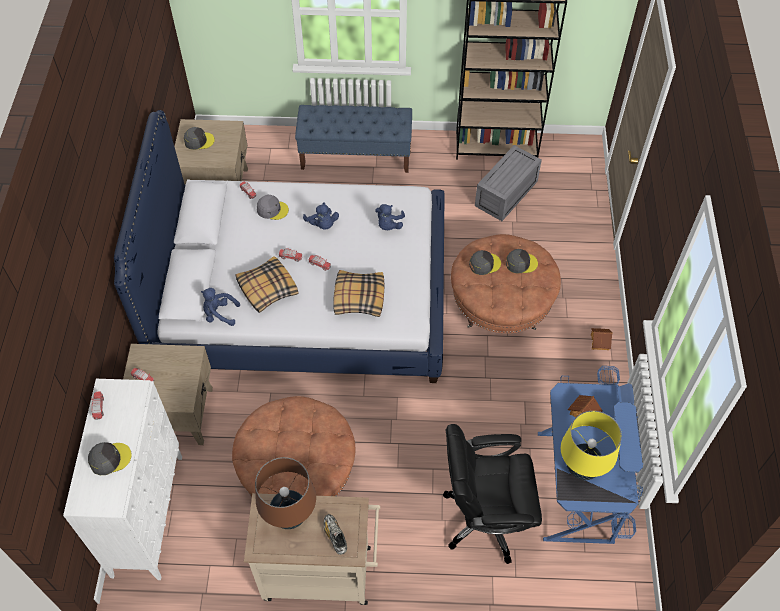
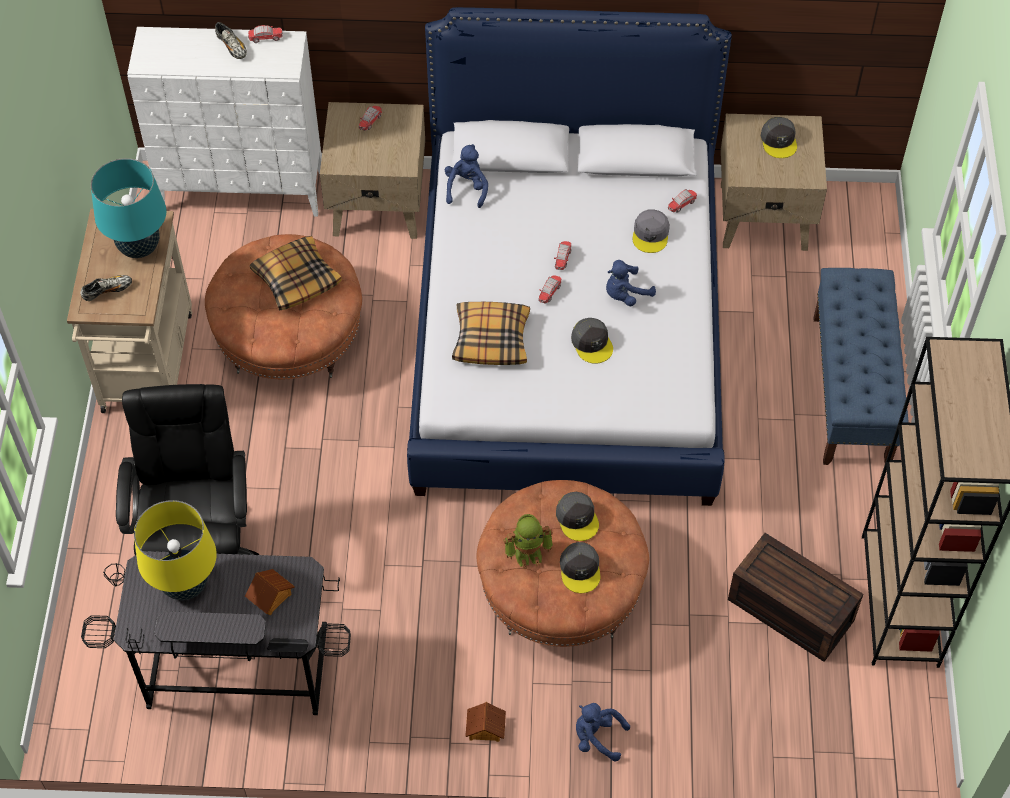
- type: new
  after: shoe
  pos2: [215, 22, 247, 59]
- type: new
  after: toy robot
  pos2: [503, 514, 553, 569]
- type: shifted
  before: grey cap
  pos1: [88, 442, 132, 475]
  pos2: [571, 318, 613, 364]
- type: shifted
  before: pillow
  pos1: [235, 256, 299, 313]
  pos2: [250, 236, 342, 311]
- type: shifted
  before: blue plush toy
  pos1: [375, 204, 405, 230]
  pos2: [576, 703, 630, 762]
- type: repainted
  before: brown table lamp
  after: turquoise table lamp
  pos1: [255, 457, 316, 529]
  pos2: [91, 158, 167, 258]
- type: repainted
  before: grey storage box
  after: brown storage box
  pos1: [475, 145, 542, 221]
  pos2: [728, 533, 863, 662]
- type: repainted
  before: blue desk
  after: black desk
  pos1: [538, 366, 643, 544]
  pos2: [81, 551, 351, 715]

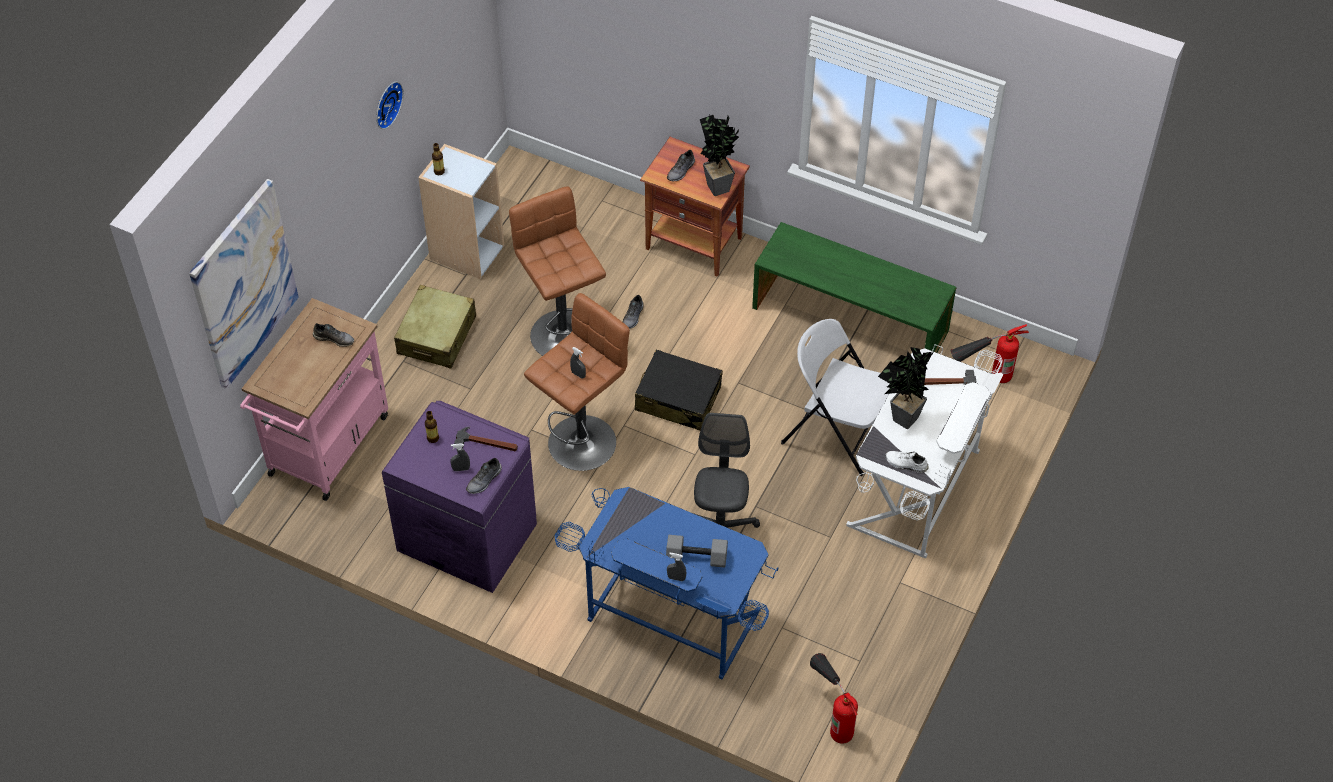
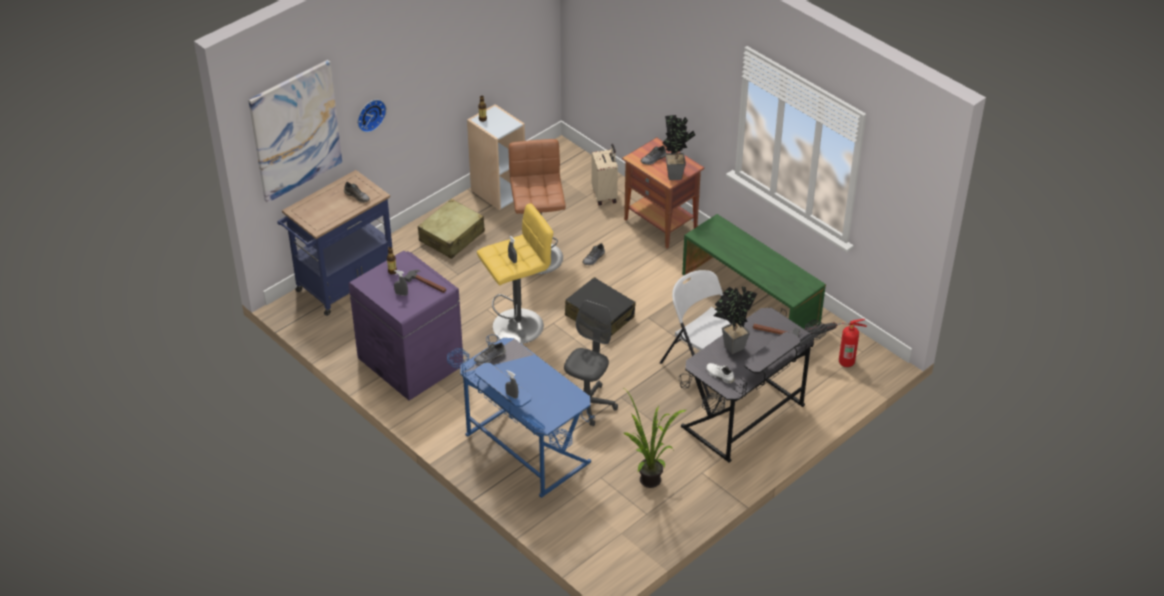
- type: gone
  before: grey dumbbell
  pos1: [666, 535, 728, 568]
- type: gone
  before: fire extinguisher
  pos1: [810, 653, 858, 744]
- type: new
  after: beige suitcase
  pos2: [591, 144, 618, 206]
- type: new
  after: potted plant
  pos2: [624, 389, 686, 488]
- type: shifted
  before: wall clock
  pos1: [376, 82, 404, 129]
  pos2: [358, 100, 387, 132]
- type: shifted
  before: grey shoe
  pos1: [466, 458, 502, 494]
  pos2: [474, 343, 506, 364]
- type: repainted
  before: pink cart
  after: blue cart
  pos1: [240, 298, 388, 501]
  pos2: [277, 170, 393, 316]
- type: repainted
  before: brown stool
  after: yellow stool
  pos1: [524, 293, 630, 471]
  pos2: [477, 203, 553, 344]
- type: repainted
  before: white desk
  after: black desk
  pos1: [846, 344, 1003, 558]
  pos2: [679, 308, 827, 463]

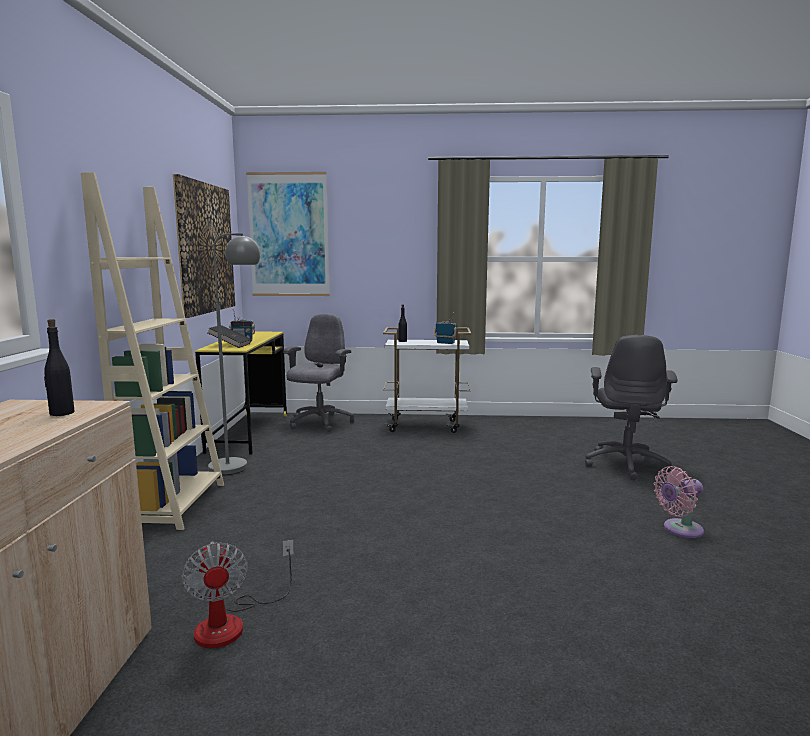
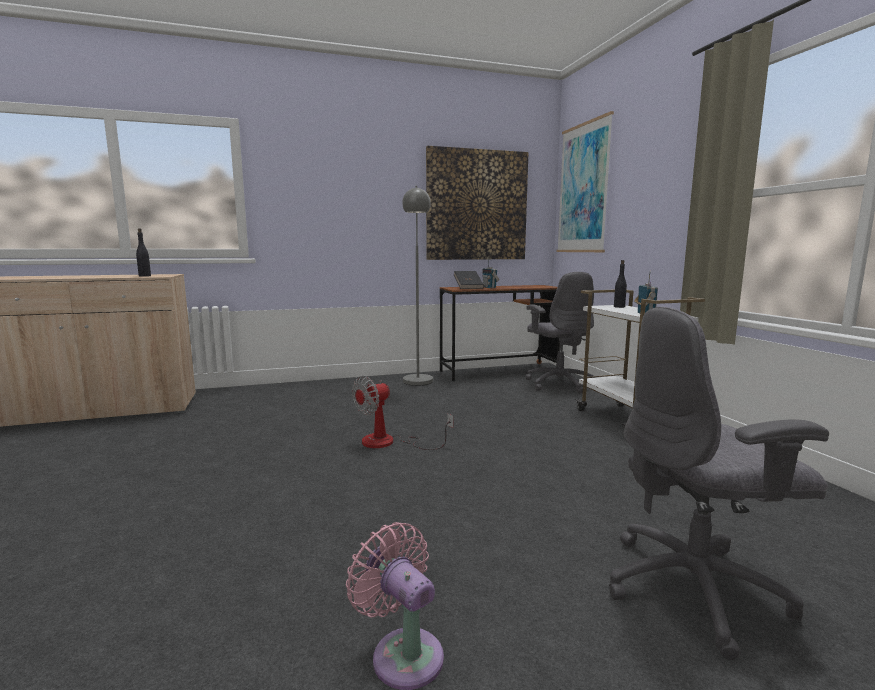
- type: gone
  before: beige bookcase
  pos1: [81, 172, 224, 530]
- type: shifted
  before: fan
  pos1: [182, 540, 294, 648]
  pos2: [352, 376, 454, 450]
- type: repainted
  before: yellow desk
  after: brown desk
  pos1: [195, 332, 287, 454]
  pos2: [440, 285, 560, 381]
- type: rotated
  before: grey office chair
  pos1: [283, 314, 354, 432]
  pos2: [526, 272, 594, 394]
  turn: 75

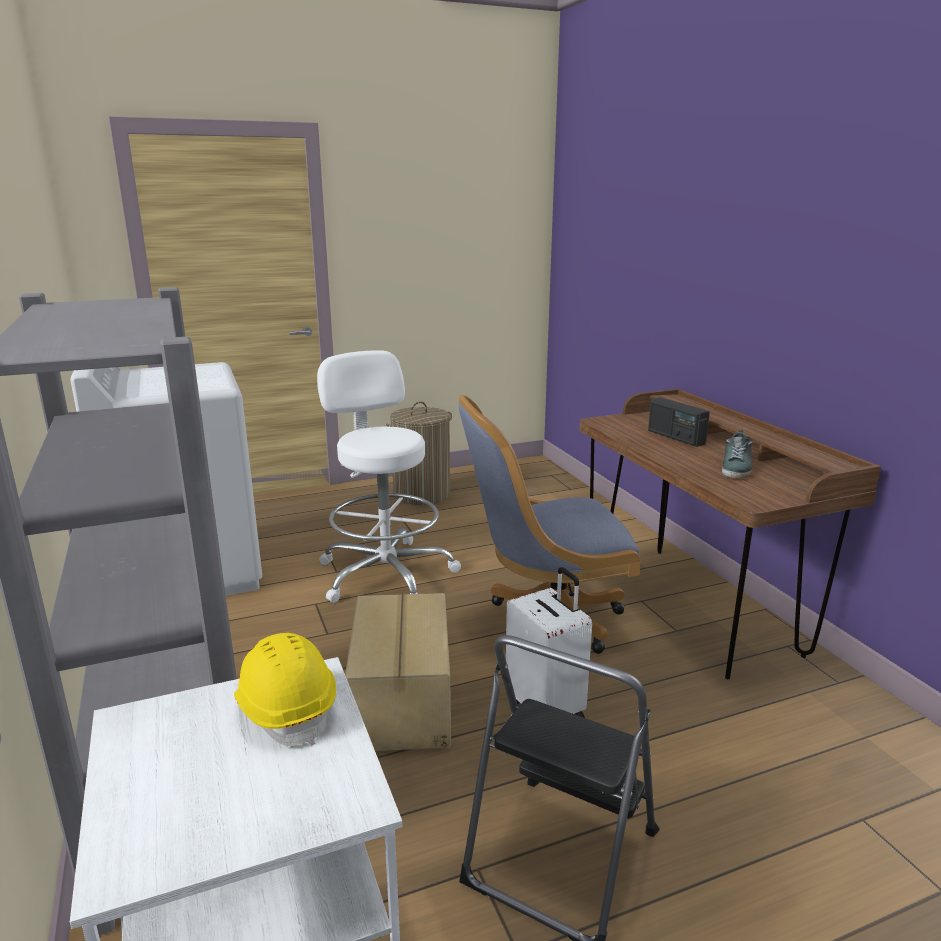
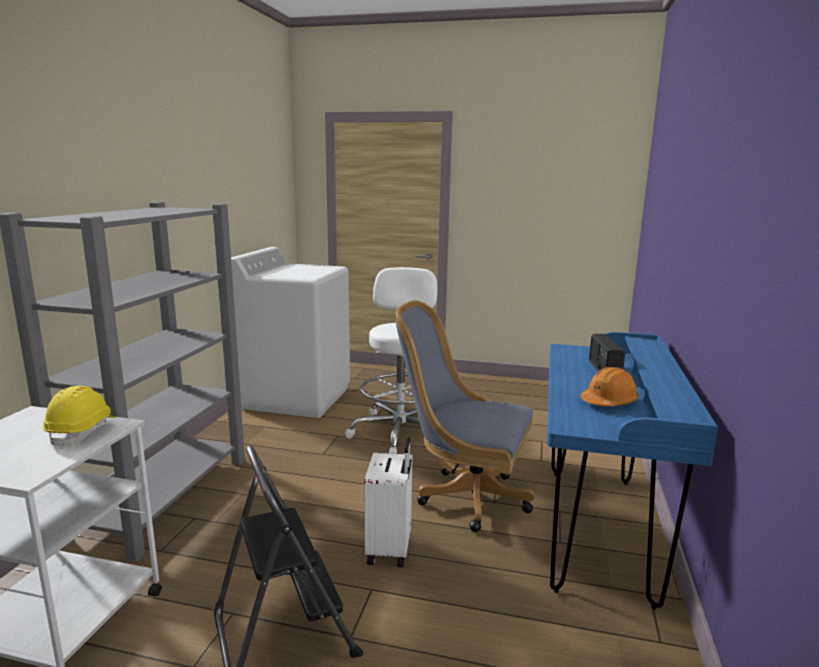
- type: gone
  before: cardboard box
  pos1: [345, 593, 451, 751]
- type: gone
  before: laundry basket
  pos1: [386, 401, 452, 505]
- type: swapped
  before: shoe
  after: orange hard hat
  pos1: [722, 430, 752, 478]
  pos2: [580, 367, 639, 406]
- type: repainted
  before: brown desk
  after: blue desk
  pos1: [579, 389, 881, 679]
  pos2: [547, 332, 718, 610]

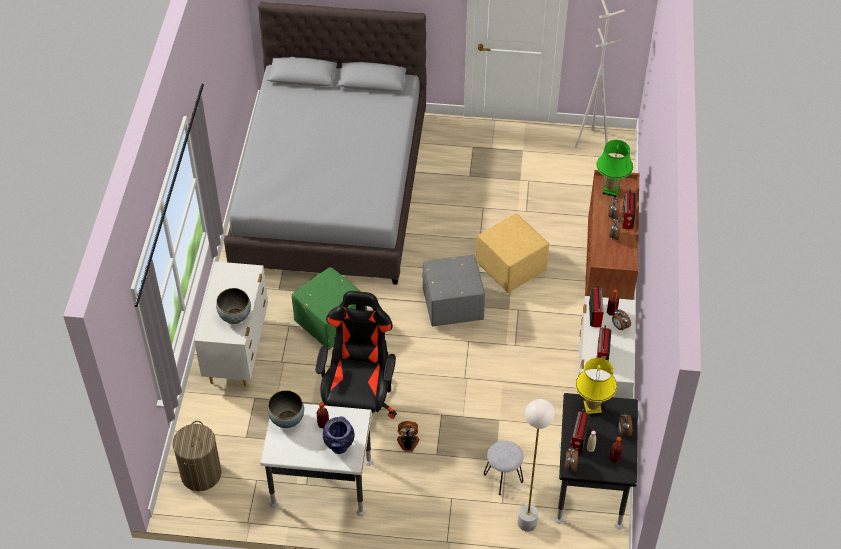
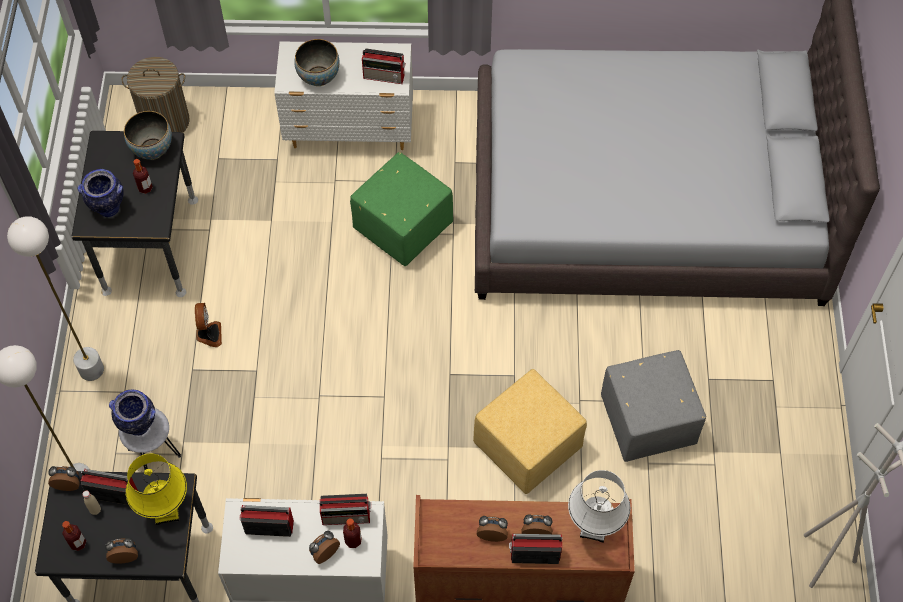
- type: gone
  before: black office chair
  pos1: [316, 291, 397, 419]
- type: new
  after: white floor lamp
  pos2: [7, 217, 104, 381]
- type: new
  after: vase
  pos2: [109, 390, 155, 436]
- type: new
  after: radio
  pos2: [362, 49, 406, 84]
- type: shifted
  before: grey ottoman
  pos1: [423, 255, 485, 326]
  pos2: [601, 350, 706, 462]
- type: repainted
  before: white desk
  after: black desk
  pos1: [260, 404, 373, 517]
  pos2: [72, 131, 198, 297]
- type: repainted
  before: green table lamp
  after: white table lamp
  pos1: [596, 140, 633, 197]
  pos2: [568, 470, 630, 543]

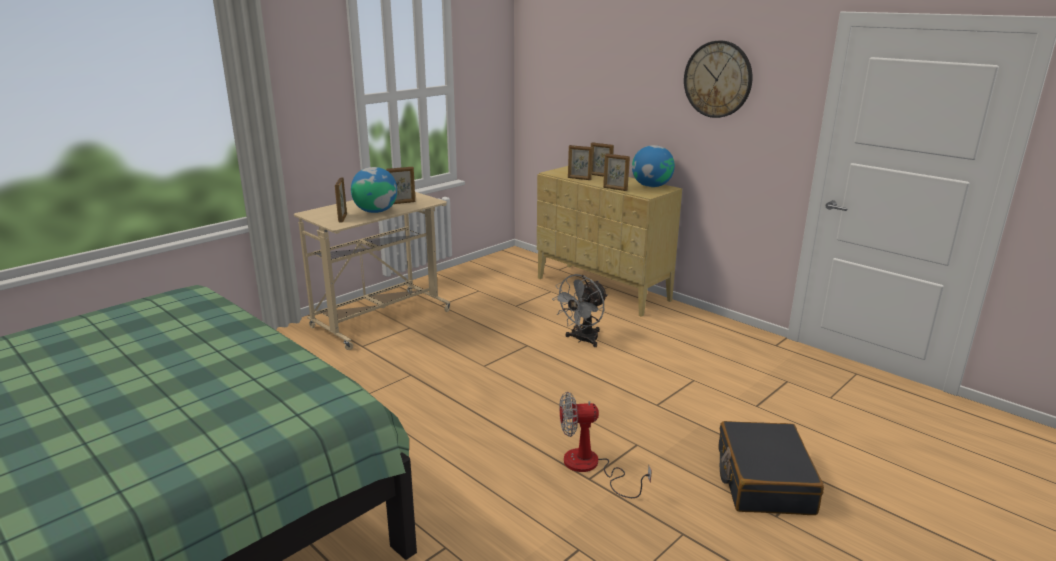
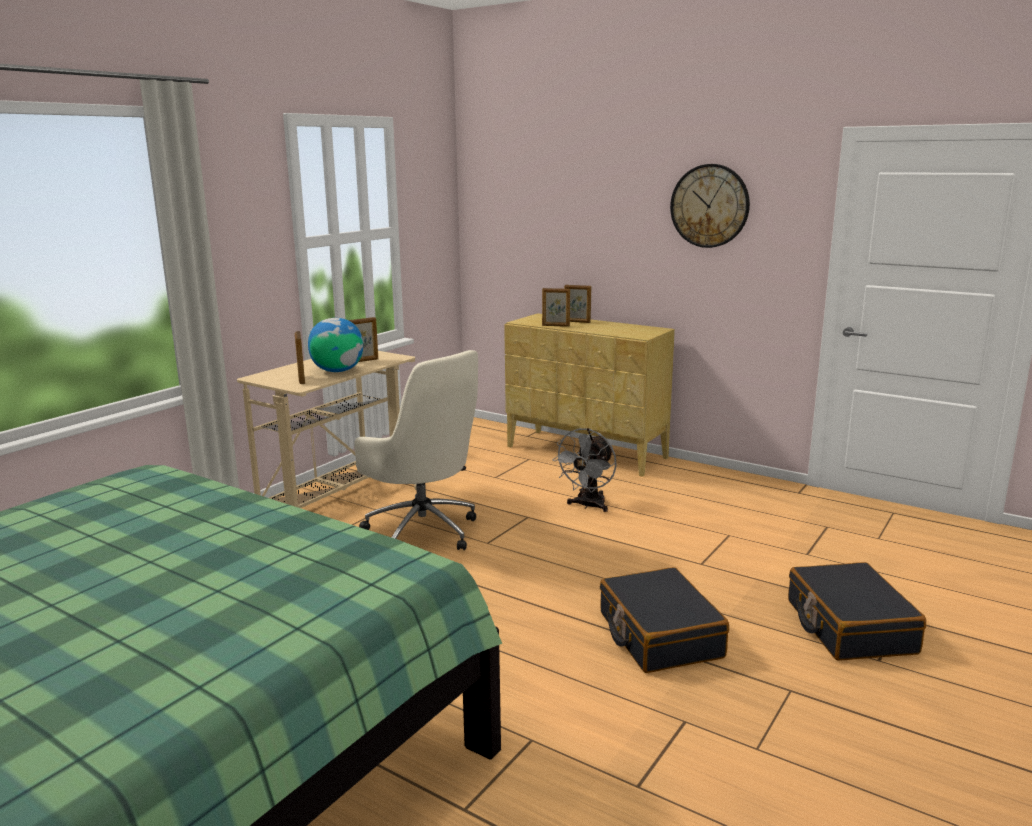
- type: gone
  before: picture frame
  pos1: [603, 153, 630, 191]
- type: gone
  before: globe
  pos1: [632, 145, 675, 187]
- type: new
  after: beige office chair
  pos2: [354, 350, 478, 550]
- type: swapped
  before: fan
  after: black suitcase
  pos1: [560, 392, 652, 498]
  pos2: [600, 567, 729, 673]

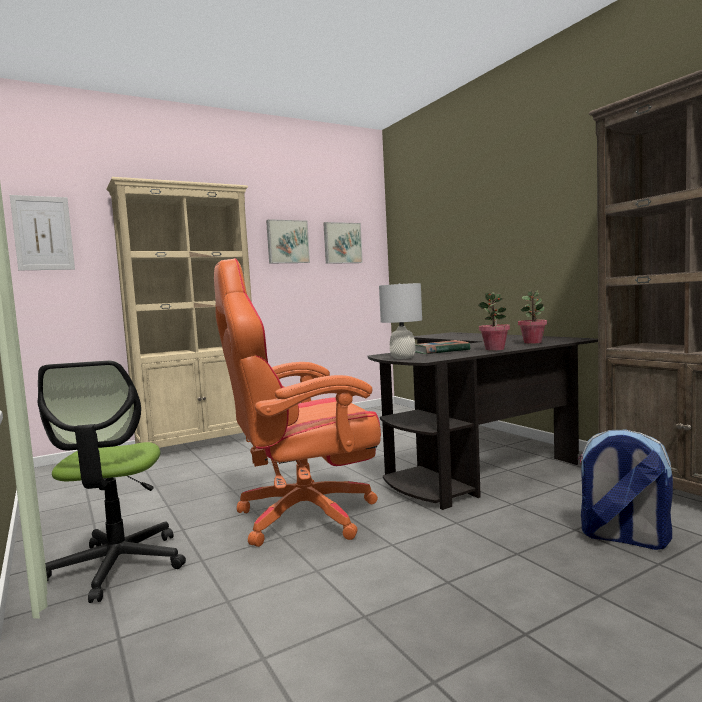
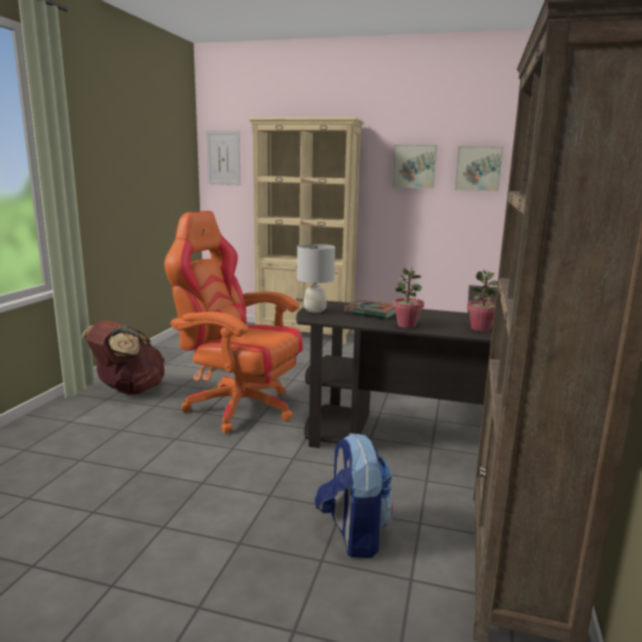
- type: swapped
  before: office chair
  after: brown backpack
  pos1: [38, 361, 186, 603]
  pos2: [81, 320, 165, 395]

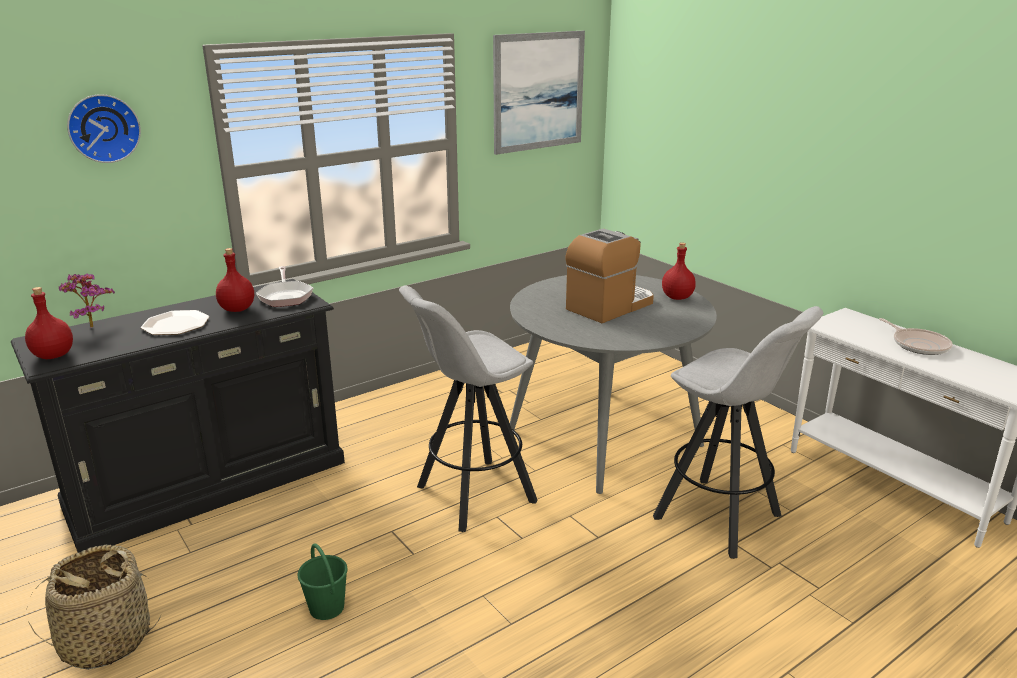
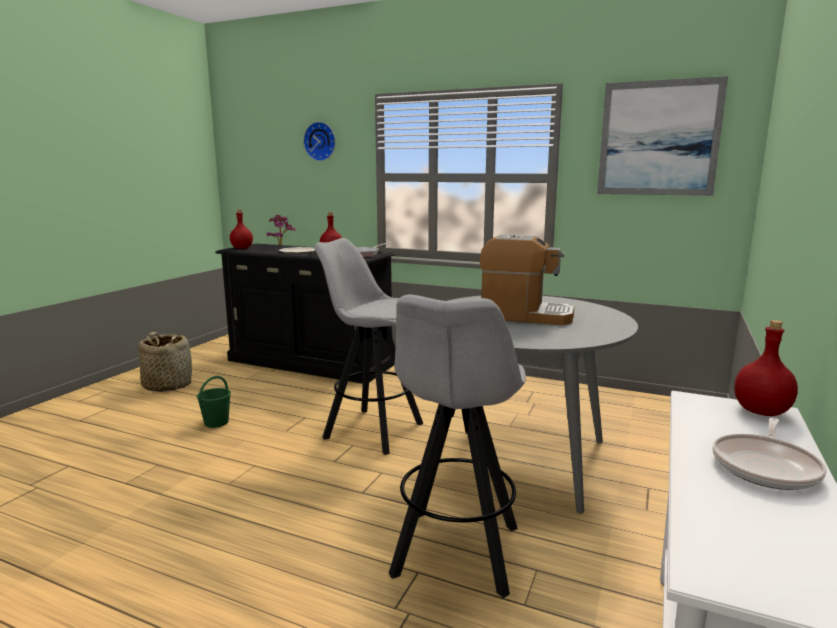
- type: shifted
  before: red bottle
  pos1: [662, 243, 696, 300]
  pos2: [734, 320, 798, 416]

